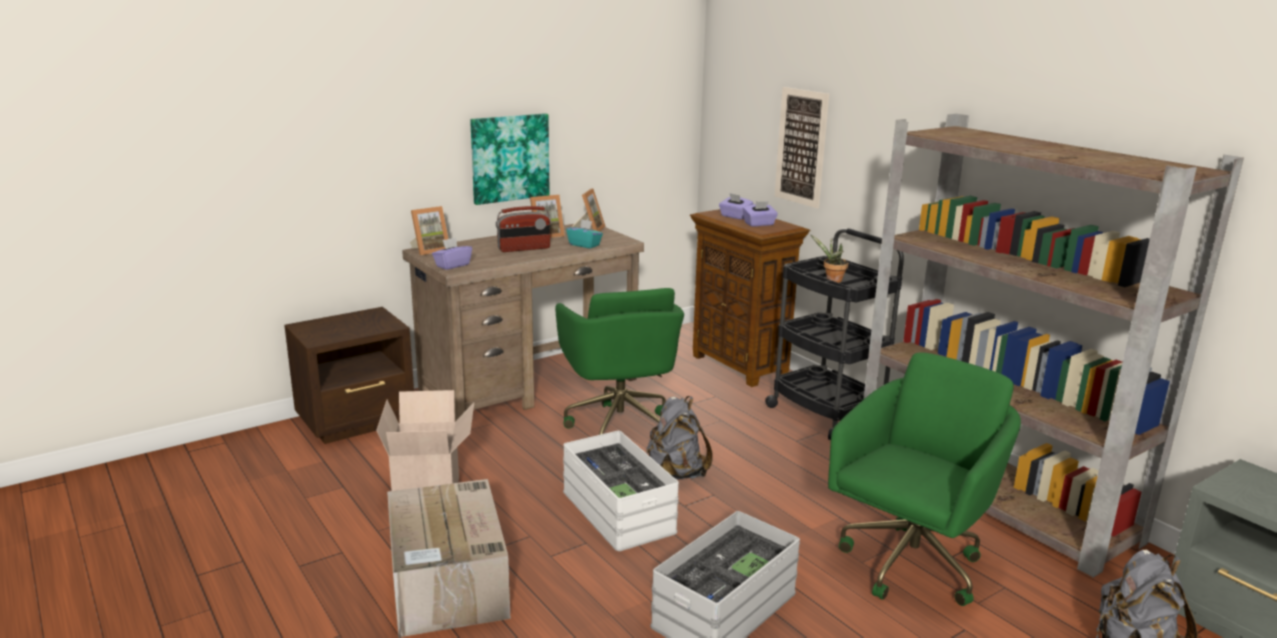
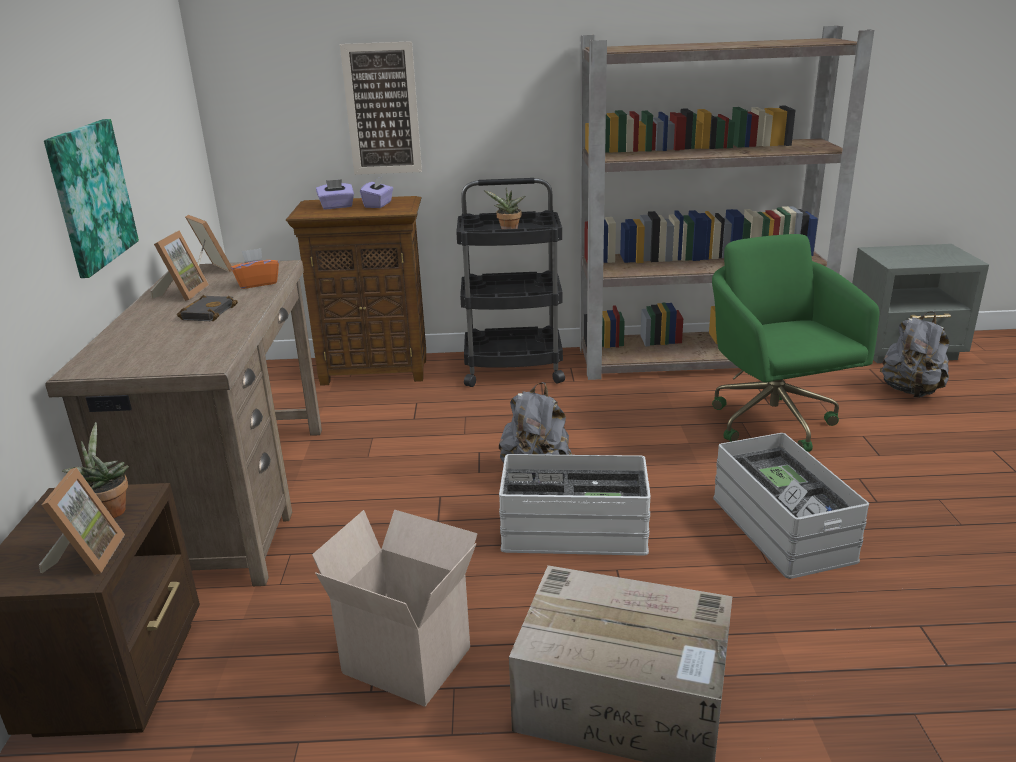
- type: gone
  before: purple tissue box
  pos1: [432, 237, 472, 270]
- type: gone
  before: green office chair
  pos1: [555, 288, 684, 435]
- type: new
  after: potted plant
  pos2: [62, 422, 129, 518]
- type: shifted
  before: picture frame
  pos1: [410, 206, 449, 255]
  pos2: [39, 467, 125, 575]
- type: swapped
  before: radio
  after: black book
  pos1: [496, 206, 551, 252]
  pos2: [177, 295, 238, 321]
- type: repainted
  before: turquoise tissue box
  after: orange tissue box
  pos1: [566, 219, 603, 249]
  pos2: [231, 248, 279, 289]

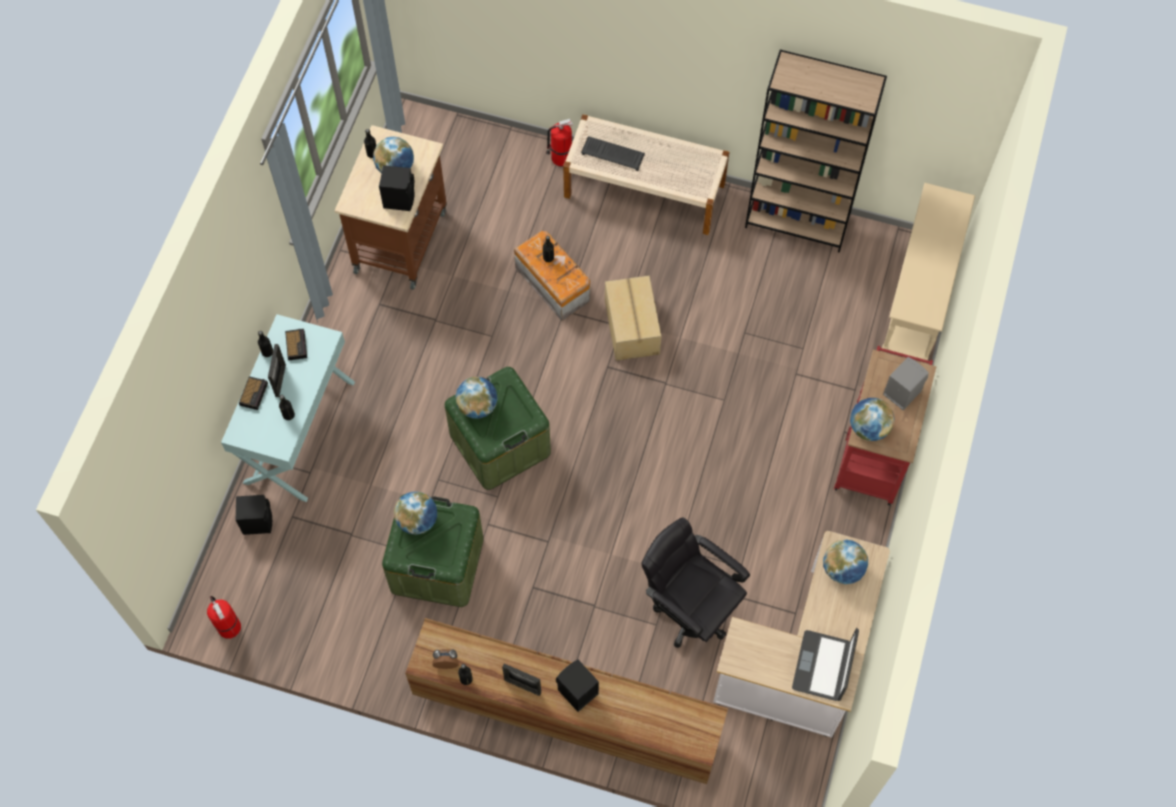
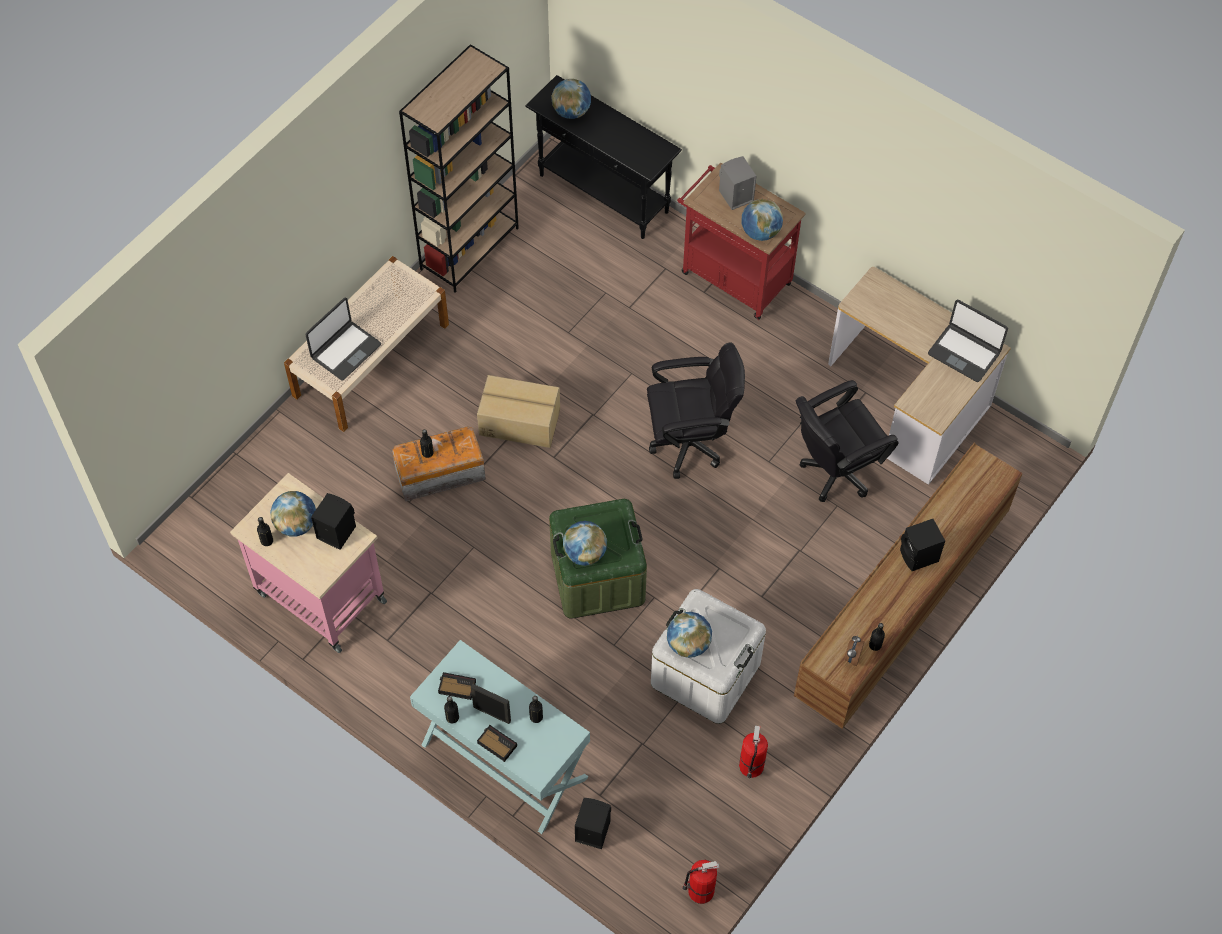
- type: gone
  before: picture frame
  pos1: [502, 663, 541, 696]
- type: new
  after: black office chair
  pos2: [647, 342, 745, 479]
- type: shifted
  before: fire extinguisher
  pos1: [546, 119, 573, 166]
  pos2: [739, 726, 768, 778]
- type: shifted
  before: globe
  pos1: [823, 540, 868, 584]
  pos2: [552, 79, 591, 119]
- type: swapped
  before: keyboard
  after: laptop
  pos1: [581, 136, 645, 171]
  pos2: [305, 297, 381, 381]
- type: repainted
  before: brown cart
  after: pink cart
  pos1: [334, 125, 447, 290]
  pos2: [230, 473, 387, 653]
- type: repainted
  before: green storage box
  after: white storage box
  pos1: [382, 494, 484, 607]
  pos2: [651, 589, 766, 724]
- type: repainted
  before: beige console table
  after: black console table
  pos1: [881, 183, 975, 364]
  pos2: [525, 75, 682, 239]

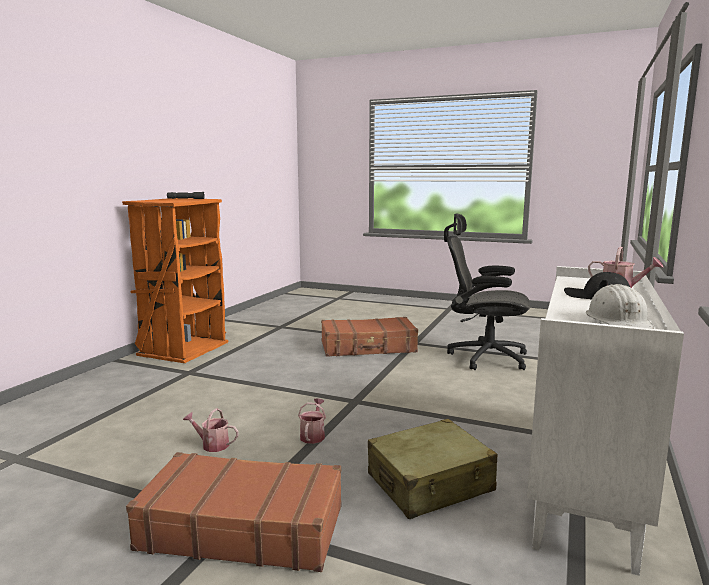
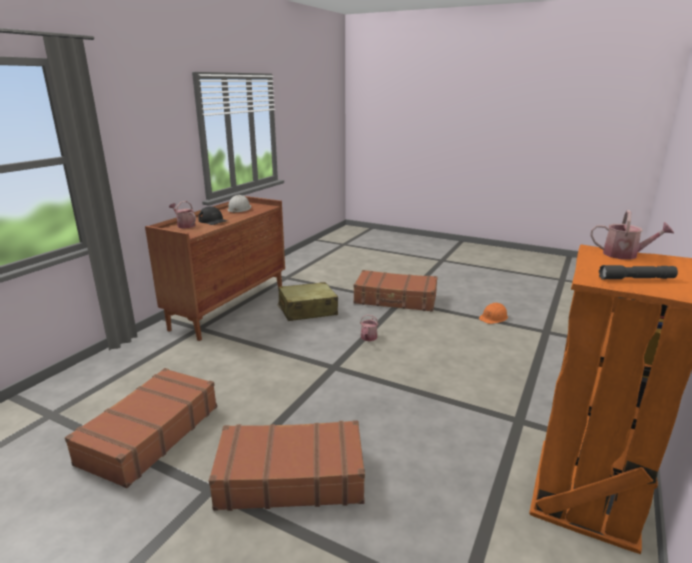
- type: new
  after: orange hard hat
  pos2: [479, 303, 508, 324]
- type: shifted
  before: watering can
  pos1: [183, 408, 238, 452]
  pos2: [590, 210, 674, 260]
- type: swapped
  before: office chair
  after: brown suitcase
  pos1: [444, 214, 530, 370]
  pos2: [65, 368, 217, 488]
- type: repainted
  before: white cabinet
  after: brown cabinet
  pos1: [527, 266, 684, 576]
  pos2: [145, 196, 285, 341]

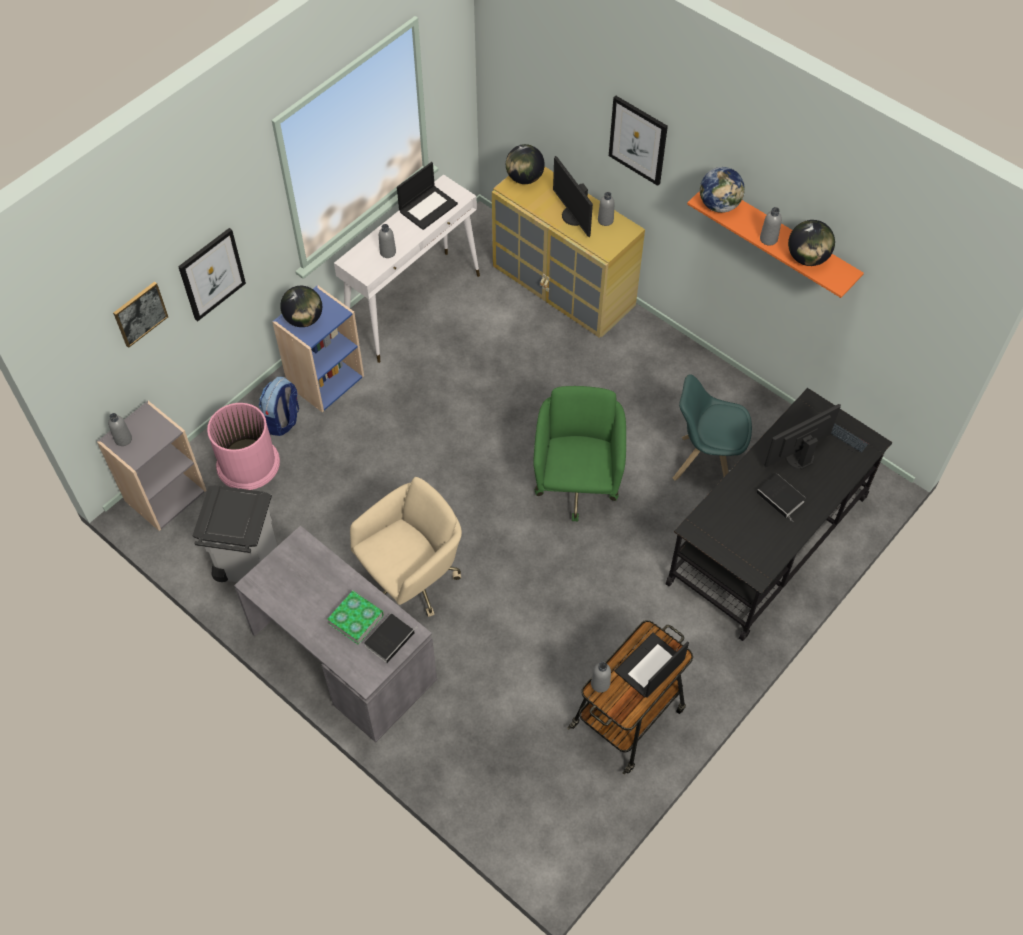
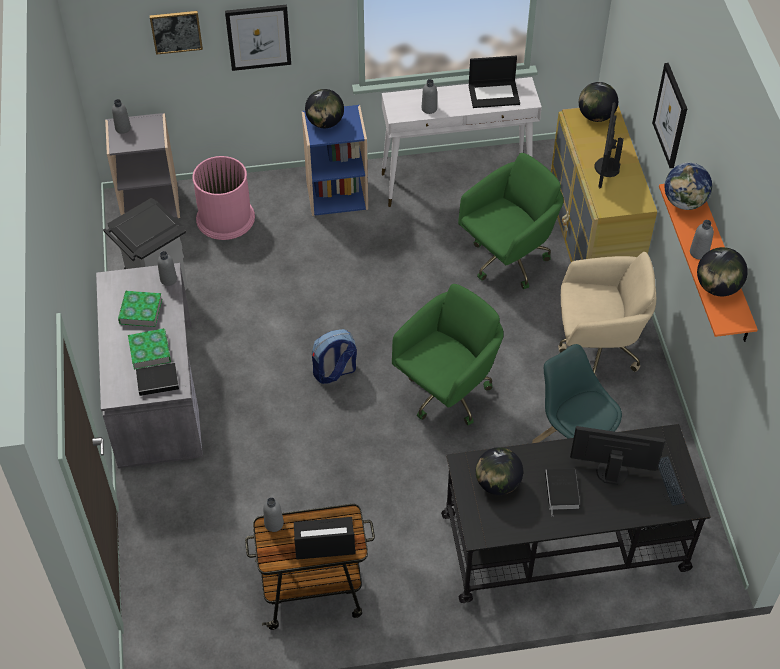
- type: new
  after: book
  pos2: [118, 291, 162, 327]
- type: new
  after: green office chair
  pos2: [458, 153, 564, 289]
- type: new
  after: globe
  pos2: [476, 447, 523, 495]
- type: shifted
  before: backpack
  pos1: [259, 377, 299, 436]
  pos2: [312, 329, 357, 384]
- type: shifted
  before: beige office chair
  pos1: [350, 477, 462, 617]
  pos2: [558, 252, 656, 377]
- type: shifted
  before: grey bottle
  pos1: [598, 192, 615, 226]
  pos2: [157, 251, 177, 286]

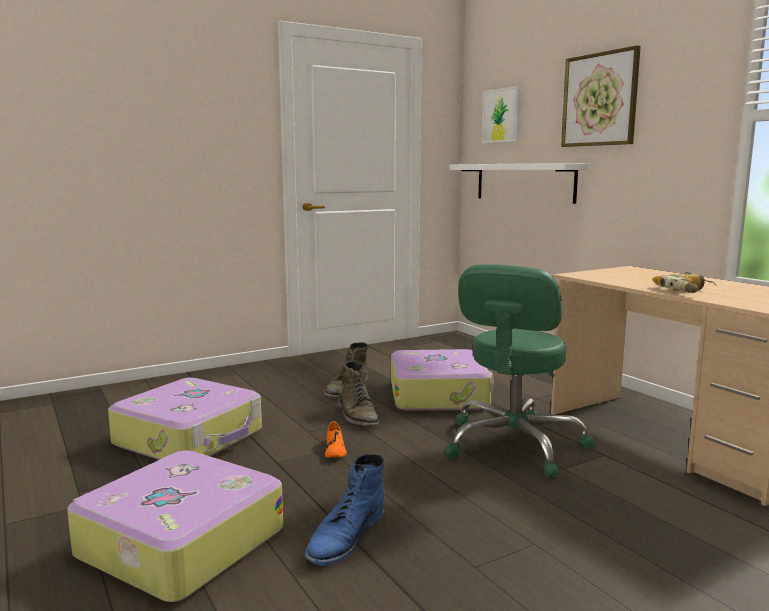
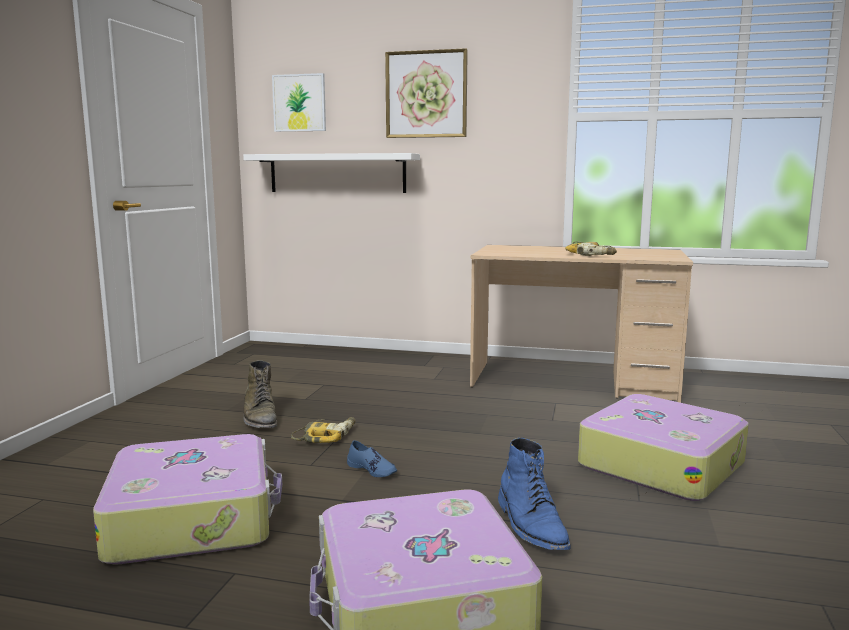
- type: gone
  before: green office chair
  pos1: [445, 264, 595, 478]
- type: shifted
  before: suitcase
  pos1: [391, 349, 494, 411]
  pos2: [578, 394, 749, 501]
- type: swapped
  before: green boot
  after: power drill
  pos1: [338, 361, 379, 426]
  pos2: [291, 417, 356, 443]
- type: repainted
  before: orange shoe
  after: blue shoe
  pos1: [325, 421, 347, 458]
  pos2: [347, 440, 397, 477]

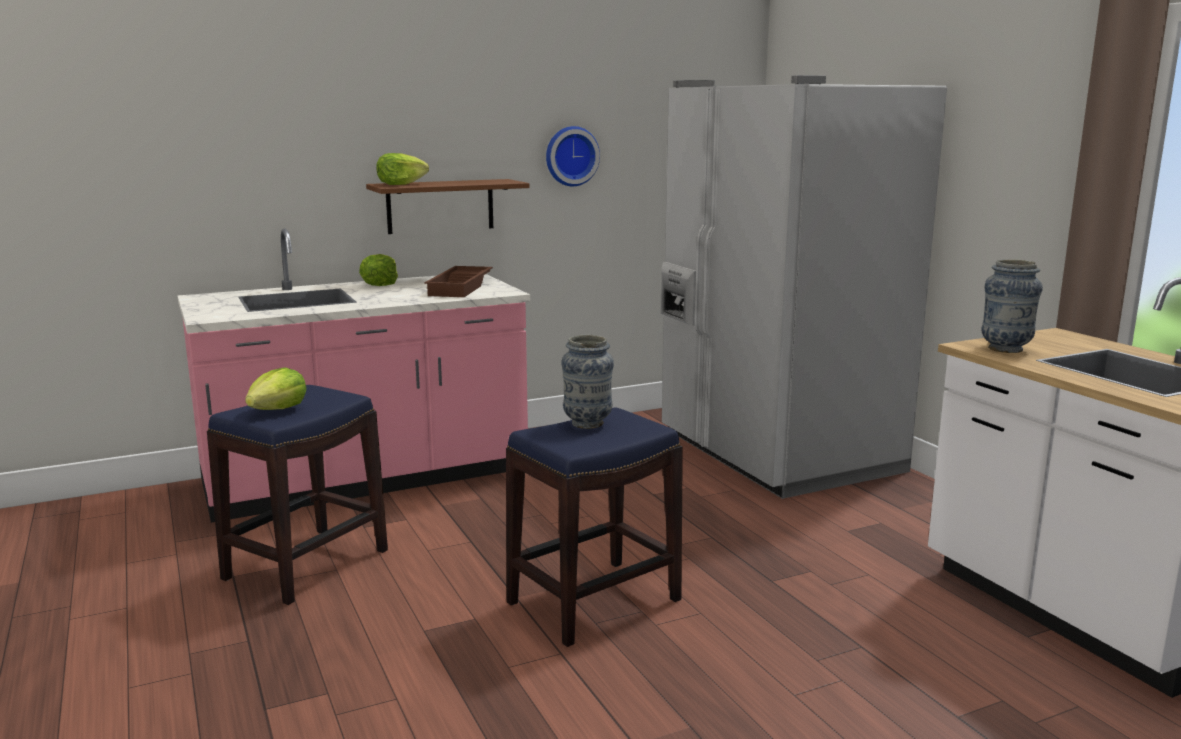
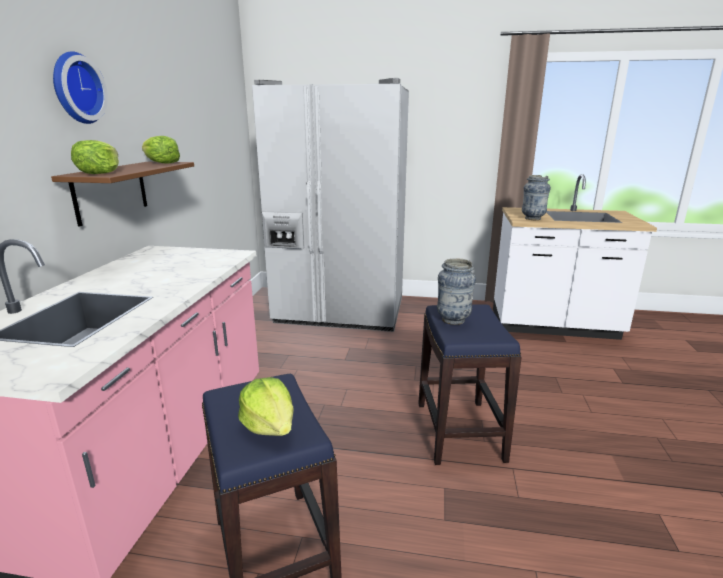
- type: gone
  before: brown tray
  pos1: [424, 266, 493, 297]
- type: shifted
  before: lettuce
  pos1: [359, 254, 398, 286]
  pos2: [142, 136, 180, 164]
- type: shifted
  before: wall clock
  pos1: [546, 126, 600, 186]
  pos2: [53, 51, 108, 124]

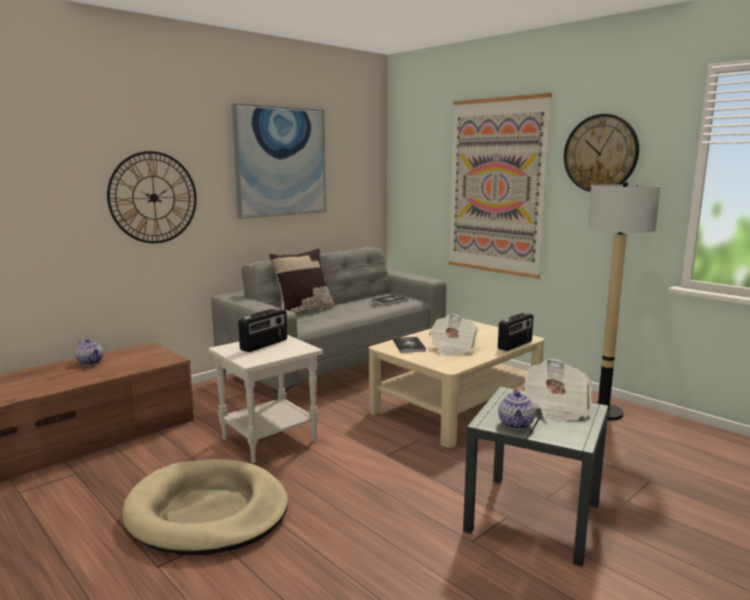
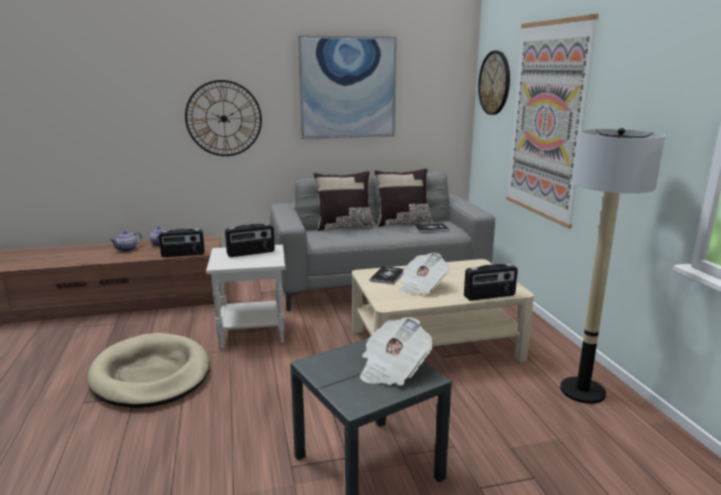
- type: new
  after: radio
  pos2: [159, 229, 205, 257]
- type: new
  after: pillow
  pos2: [374, 169, 433, 227]
- type: shifted
  before: teapot
  pos1: [498, 389, 535, 429]
  pos2: [110, 231, 142, 251]
- type: shifted
  before: wall clock
  pos1: [564, 114, 639, 192]
  pos2: [478, 51, 510, 115]

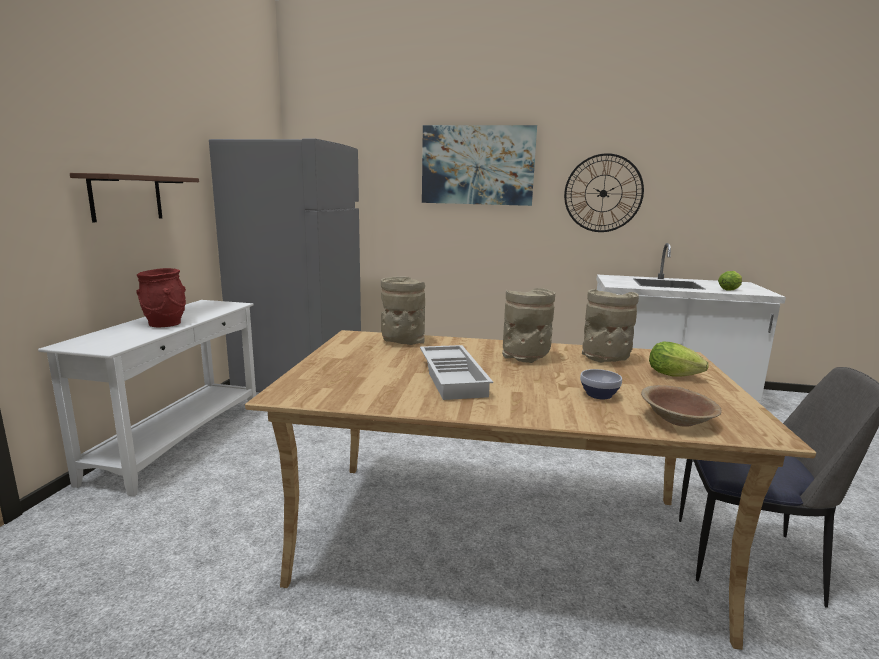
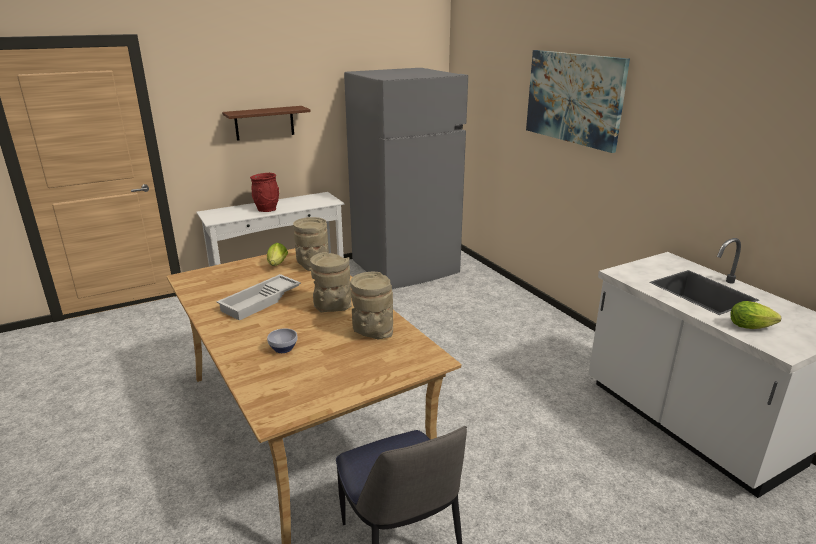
- type: gone
  before: wall clock
  pos1: [564, 153, 644, 232]
- type: gone
  before: brown bowl
  pos1: [641, 385, 722, 427]
- type: shifted
  before: lettuce
  pos1: [649, 342, 709, 377]
  pos2: [267, 243, 288, 266]

